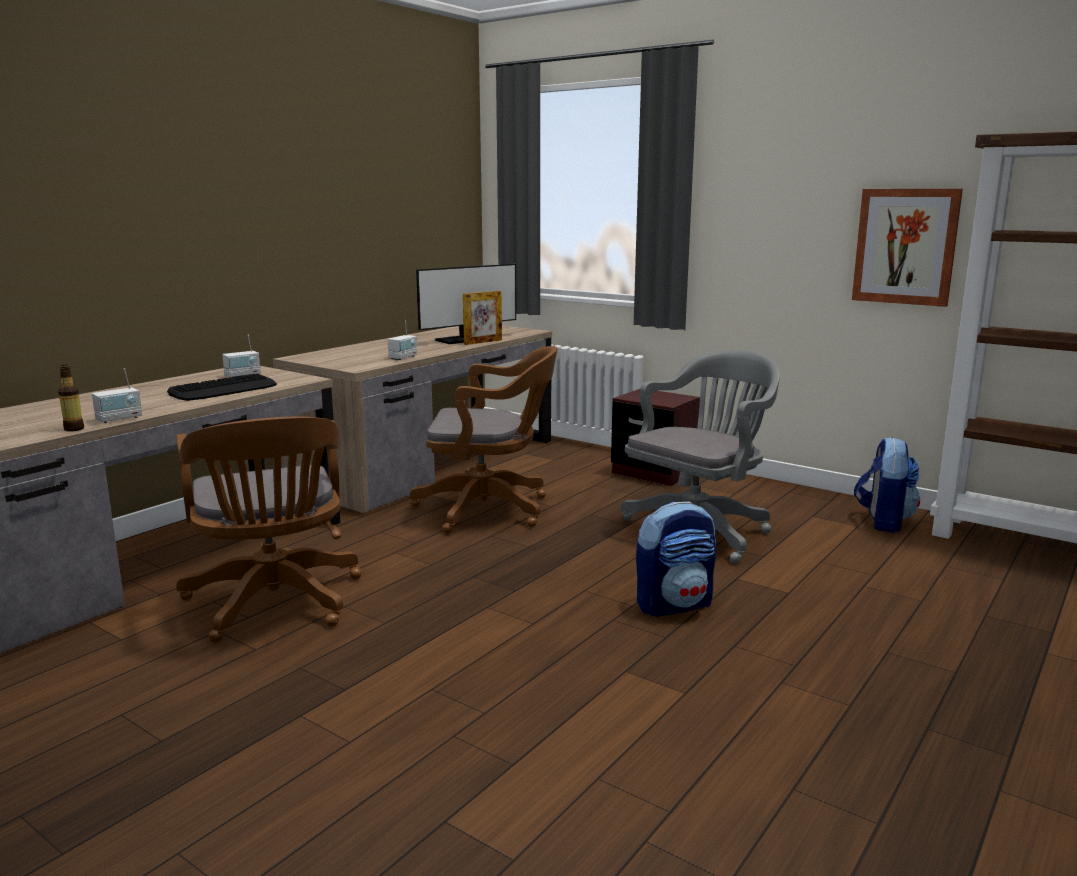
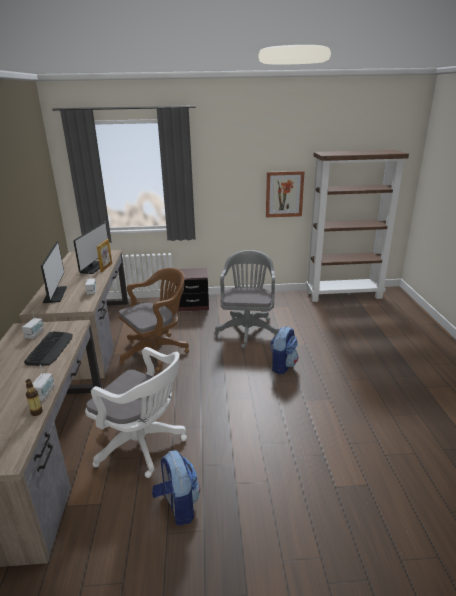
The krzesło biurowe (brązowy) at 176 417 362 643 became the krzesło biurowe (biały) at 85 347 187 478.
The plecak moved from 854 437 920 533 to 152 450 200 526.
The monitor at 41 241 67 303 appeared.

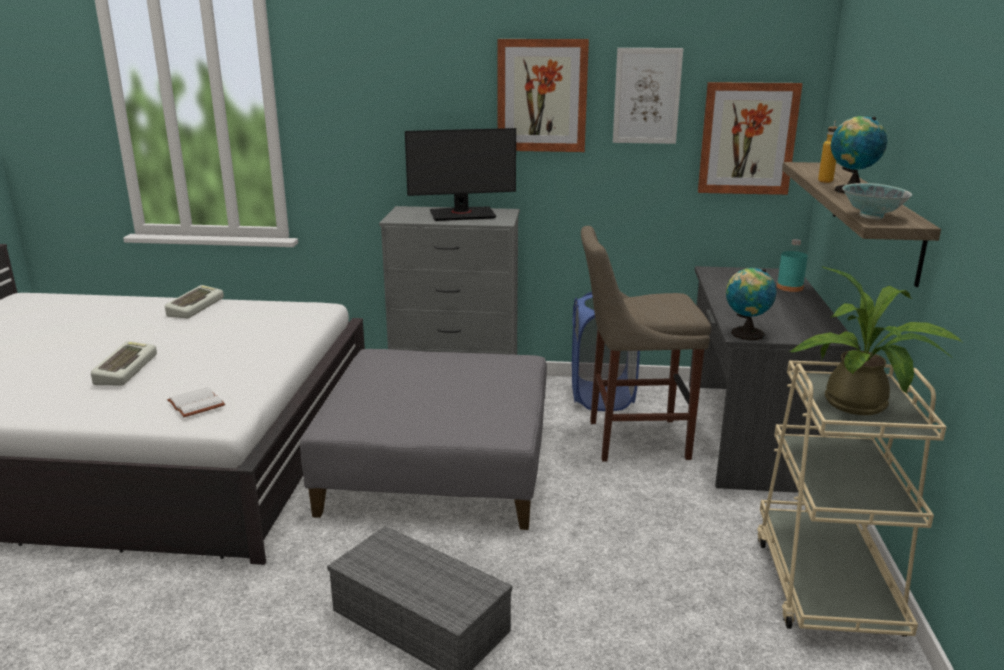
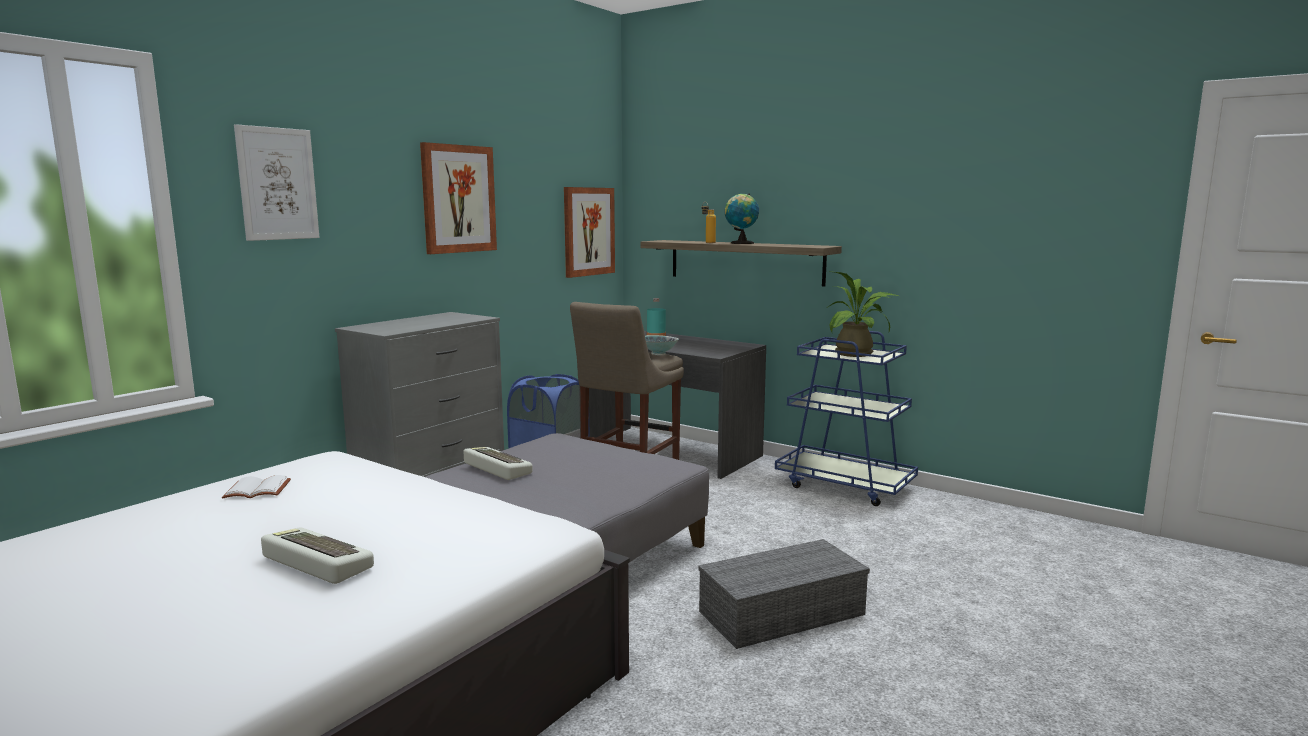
The obraz moved from 613 48 683 144 to 234 124 320 241.
The monitor at 405 128 516 221 disappeared.
The miska moved from 842 183 912 219 to 645 335 679 356.
The globus at 726 268 777 340 disappeared.
The klawiatura moved from 165 285 224 318 to 463 447 533 480.
The wózek (beżowy) at 757 361 946 637 became the wózek (niebieski) at 775 331 918 506.
The książka (biały) moved from 167 387 225 417 to 222 475 291 498.

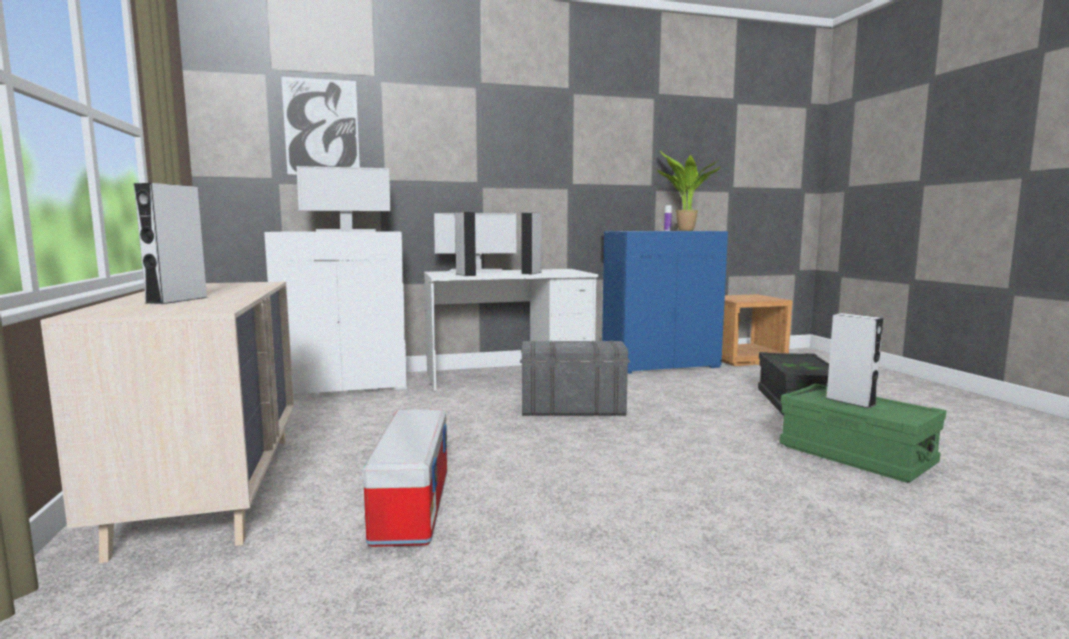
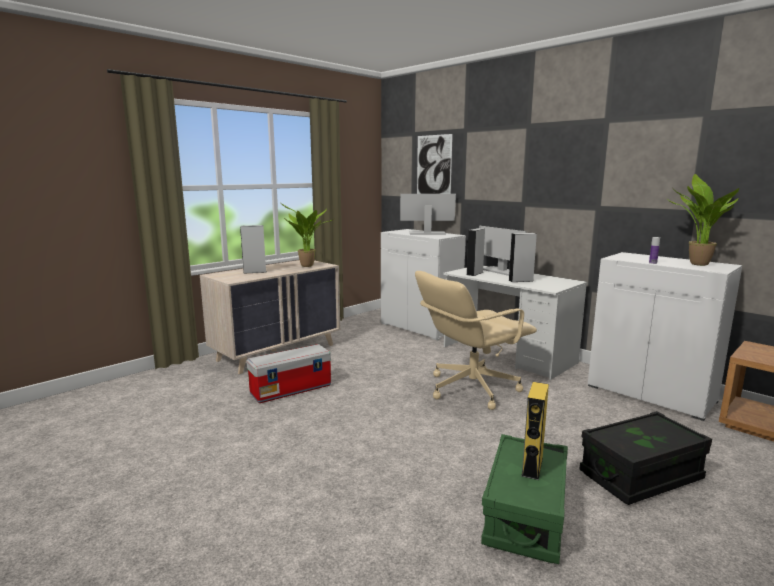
The monitor at 296 166 391 232 turned 135 degrees clockwise.
The szafka (niebieski) at 602 231 728 374 became the szafka (biały) at 588 252 742 421.
The głośnik (szary) at 826 313 883 408 became the głośnik (żółty) at 521 382 549 480.
The pojemnik do przechowywania (szary) at 520 341 630 416 was replaced by the krzesło biurowe (beżowy) at 415 271 537 410.
The roślina doniczkowa at 279 201 335 267 appeared.

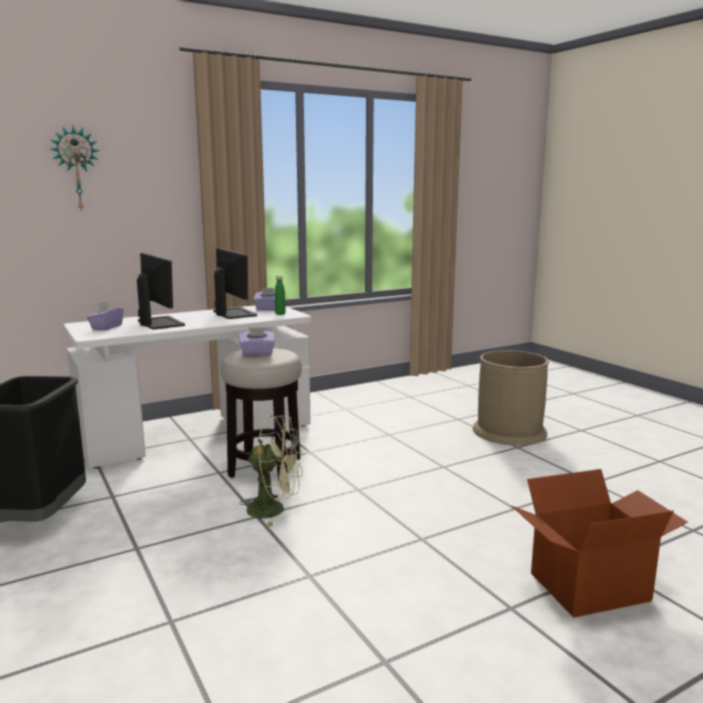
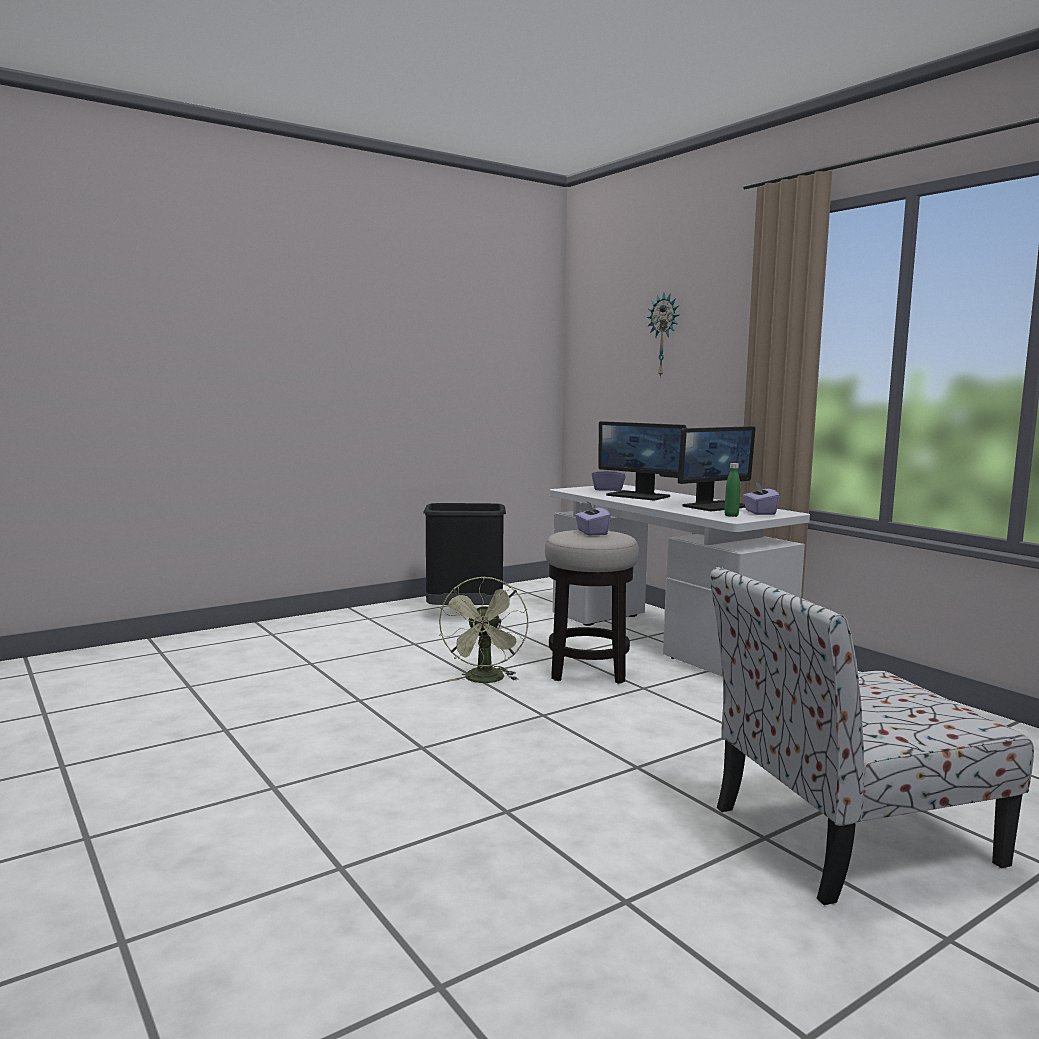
The monitor at 137 253 185 330 turned 75 degrees clockwise.
The kosz na śmieci (brązowy) at 473 350 549 446 was replaced by the krzesło at 710 567 1034 905.
The karton at 511 469 688 618 disappeared.

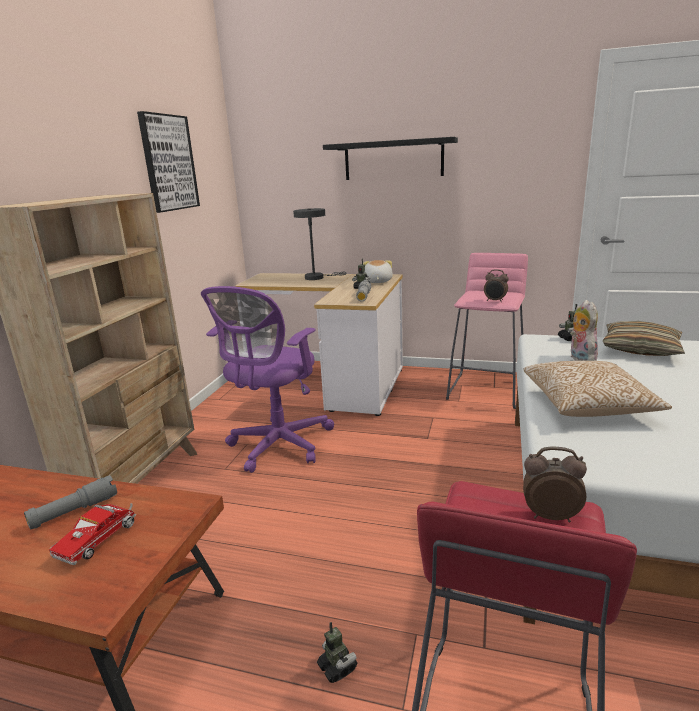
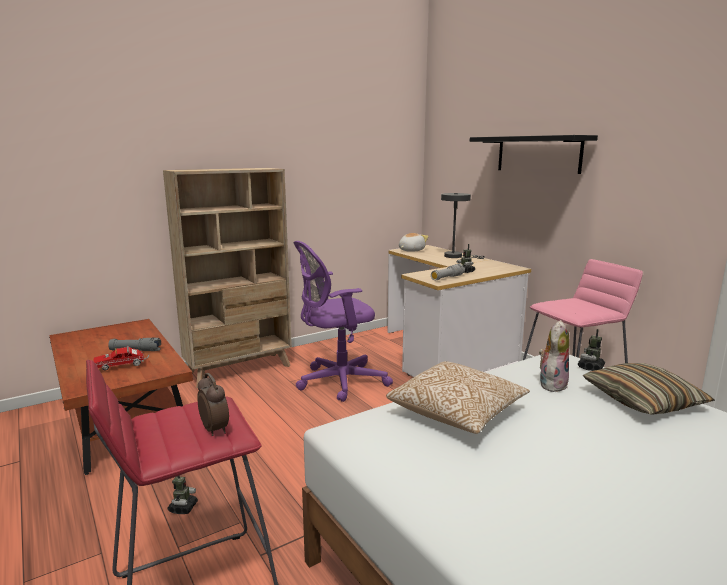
The obraz at 137 111 200 213 disappeared.
The pluszak moved from 363 260 393 283 to 399 233 428 252.
The budzik at 484 269 509 302 disappeared.

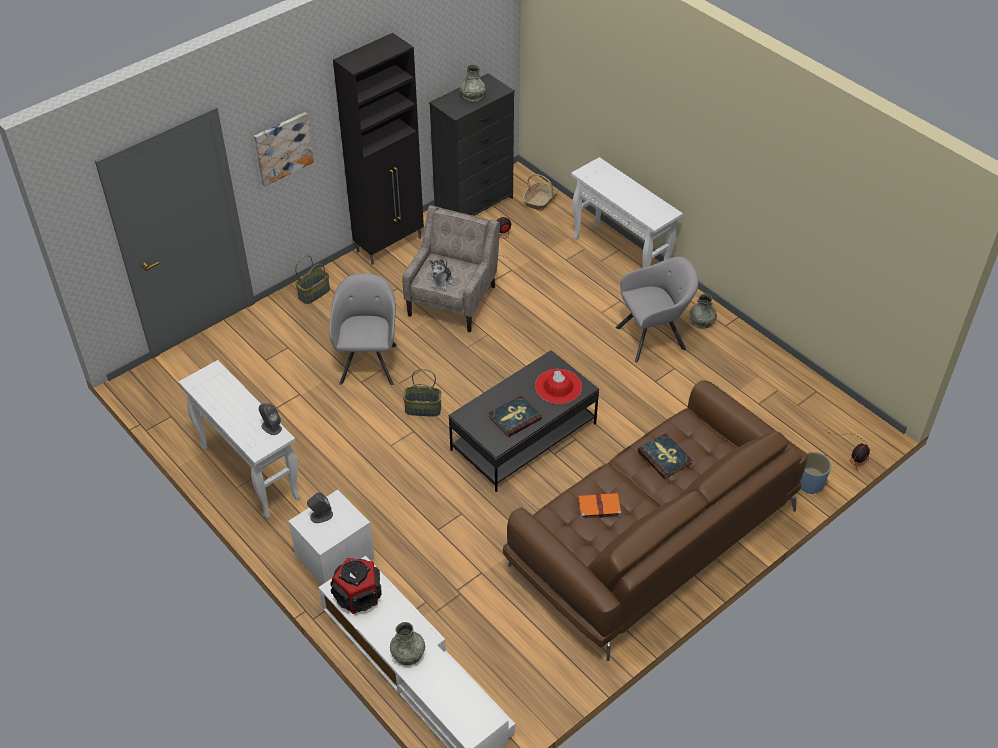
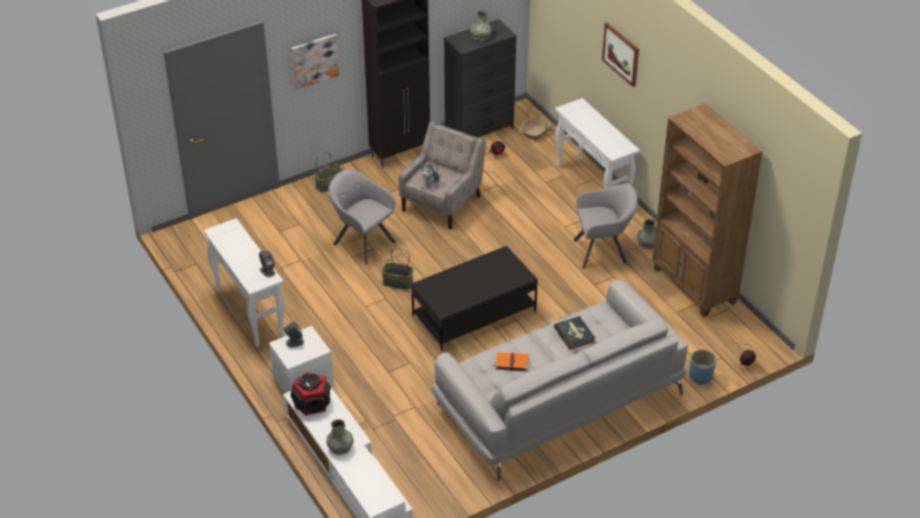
The fotel (szary) at 329 273 397 385 turned 60 degrees counterclockwise.
The kapelusz (czerwony) at 535 369 582 404 disappeared.
The kanapa (brązowy) at 503 380 808 661 became the kanapa (szary) at 432 280 688 481.
The książka at 489 395 542 438 disappeared.
The obraz at 602 23 639 87 appeared.
The regał (brązowy) at 652 103 763 318 appeared.

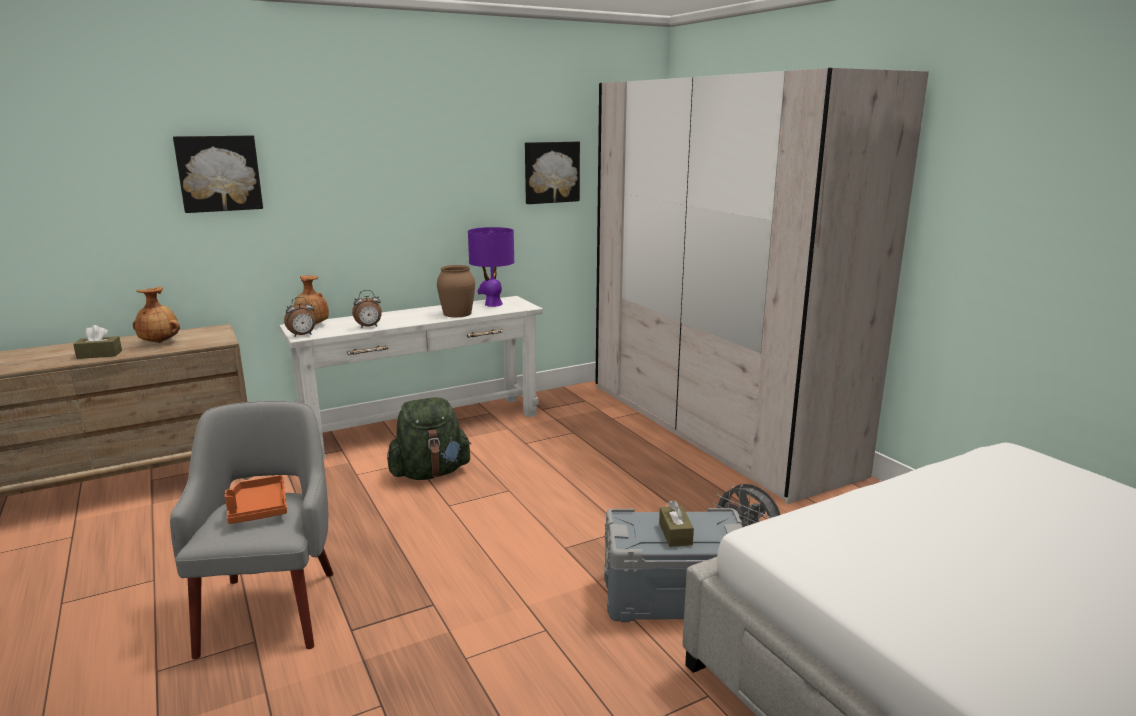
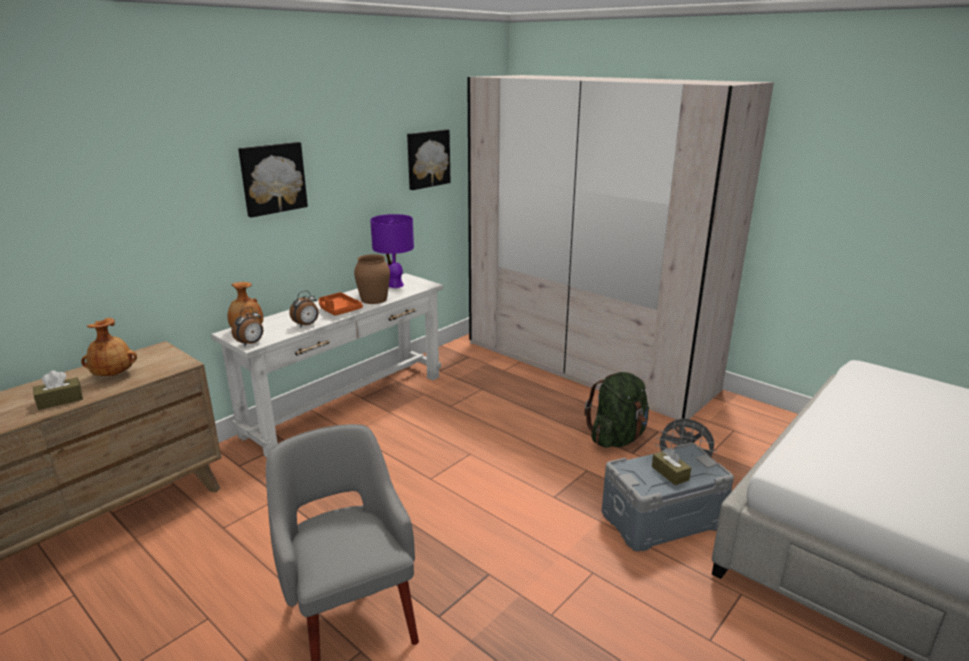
The obraz moved from 173 135 263 213 to 238 142 308 218.
The plecak (zielony) moved from 387 397 472 480 to 584 372 649 448.
The taca (pomarańczowy) moved from 225 475 287 524 to 319 292 363 316.

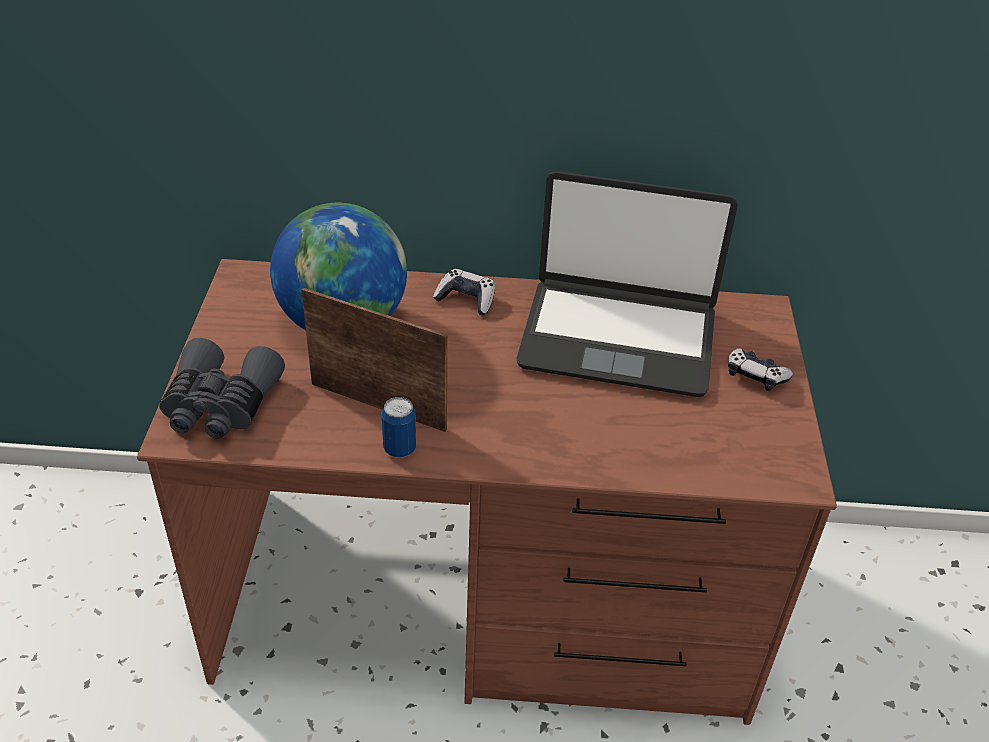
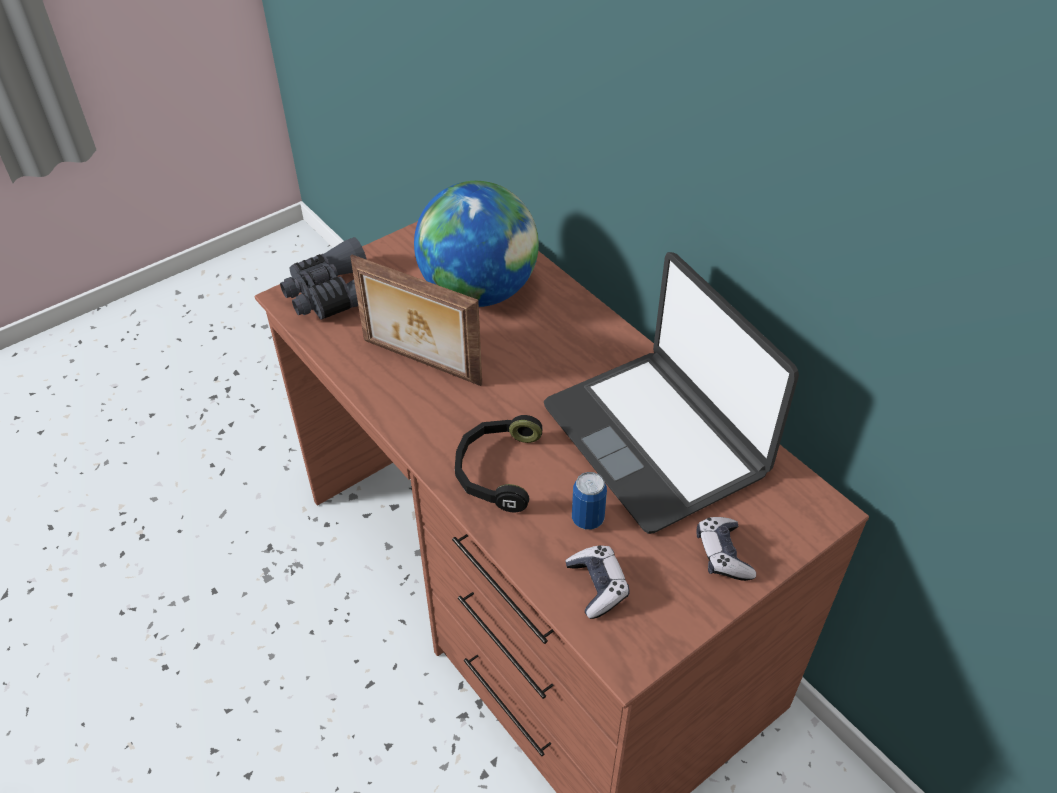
The pad do gier moved from 433 269 495 315 to 565 546 630 619.
The ramka na zdjęcie at 302 288 448 432 turned 135 degrees clockwise.
The puszka moved from 382 397 416 458 to 572 472 607 530.
The słuchawki (czarny) at 455 415 542 512 appeared.

